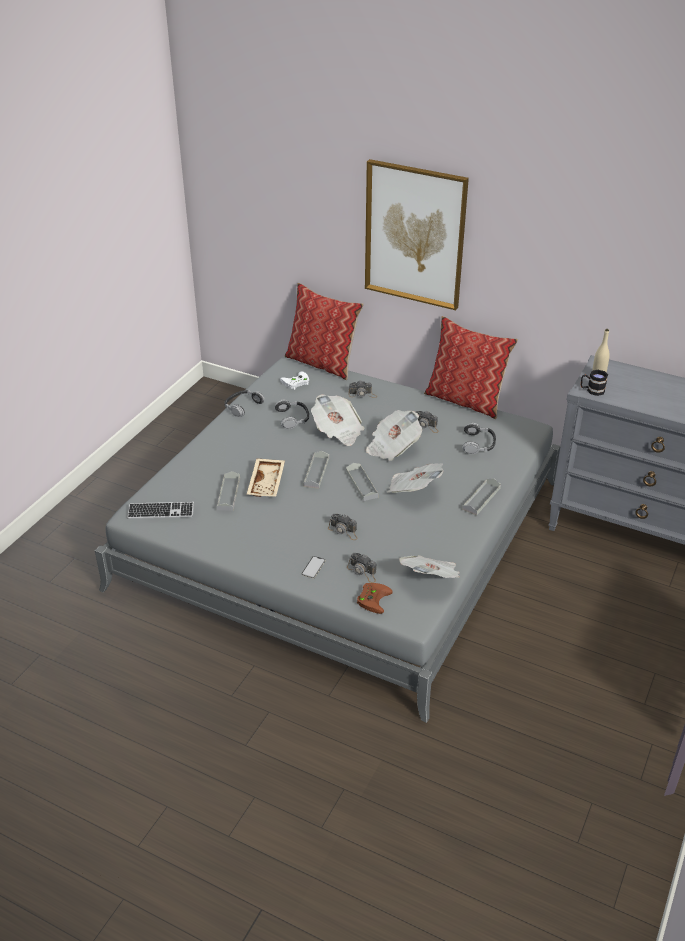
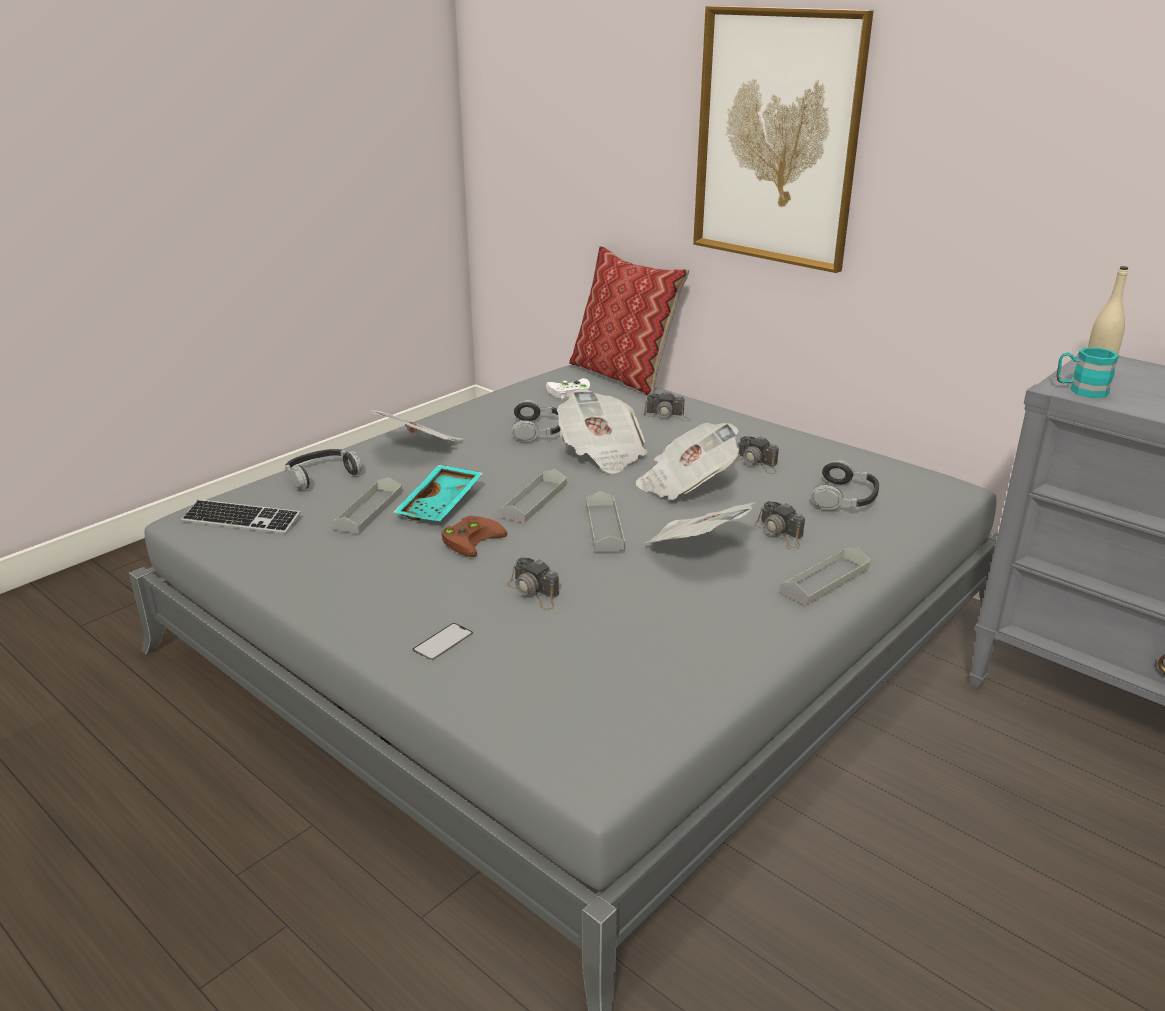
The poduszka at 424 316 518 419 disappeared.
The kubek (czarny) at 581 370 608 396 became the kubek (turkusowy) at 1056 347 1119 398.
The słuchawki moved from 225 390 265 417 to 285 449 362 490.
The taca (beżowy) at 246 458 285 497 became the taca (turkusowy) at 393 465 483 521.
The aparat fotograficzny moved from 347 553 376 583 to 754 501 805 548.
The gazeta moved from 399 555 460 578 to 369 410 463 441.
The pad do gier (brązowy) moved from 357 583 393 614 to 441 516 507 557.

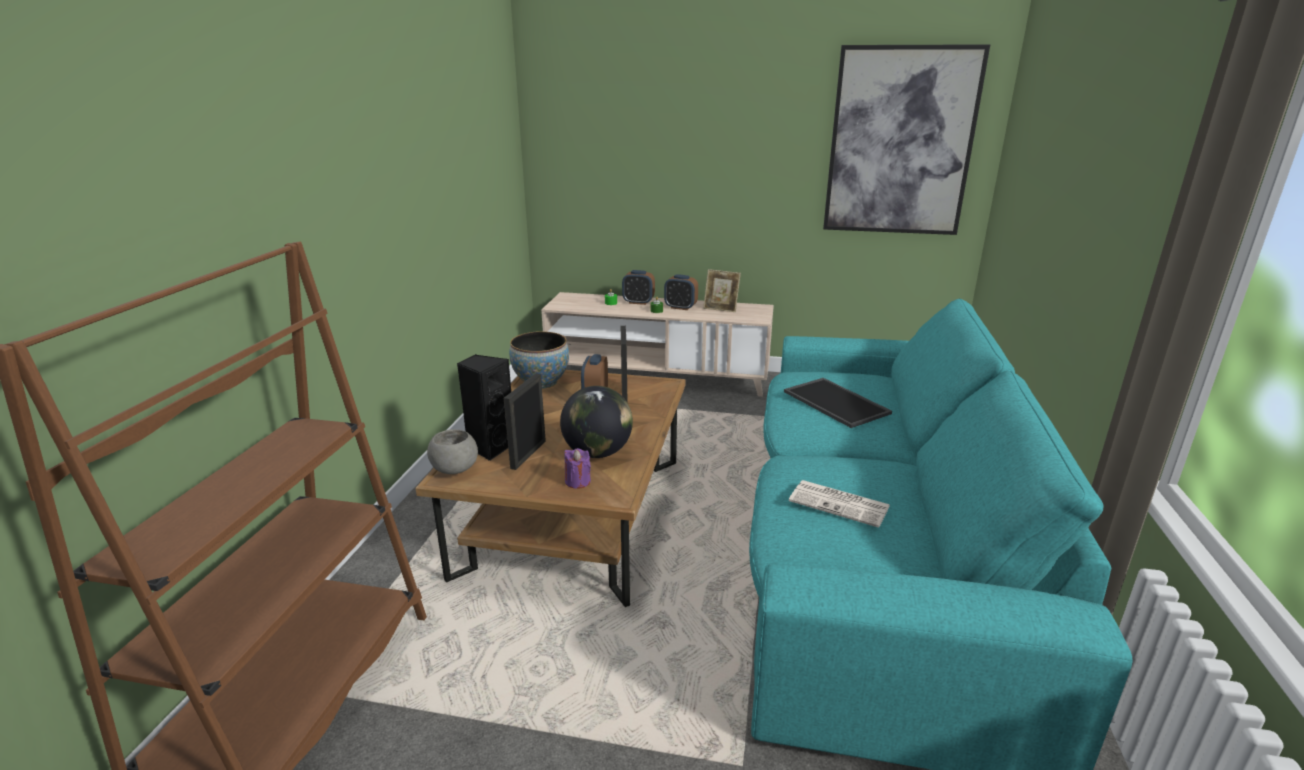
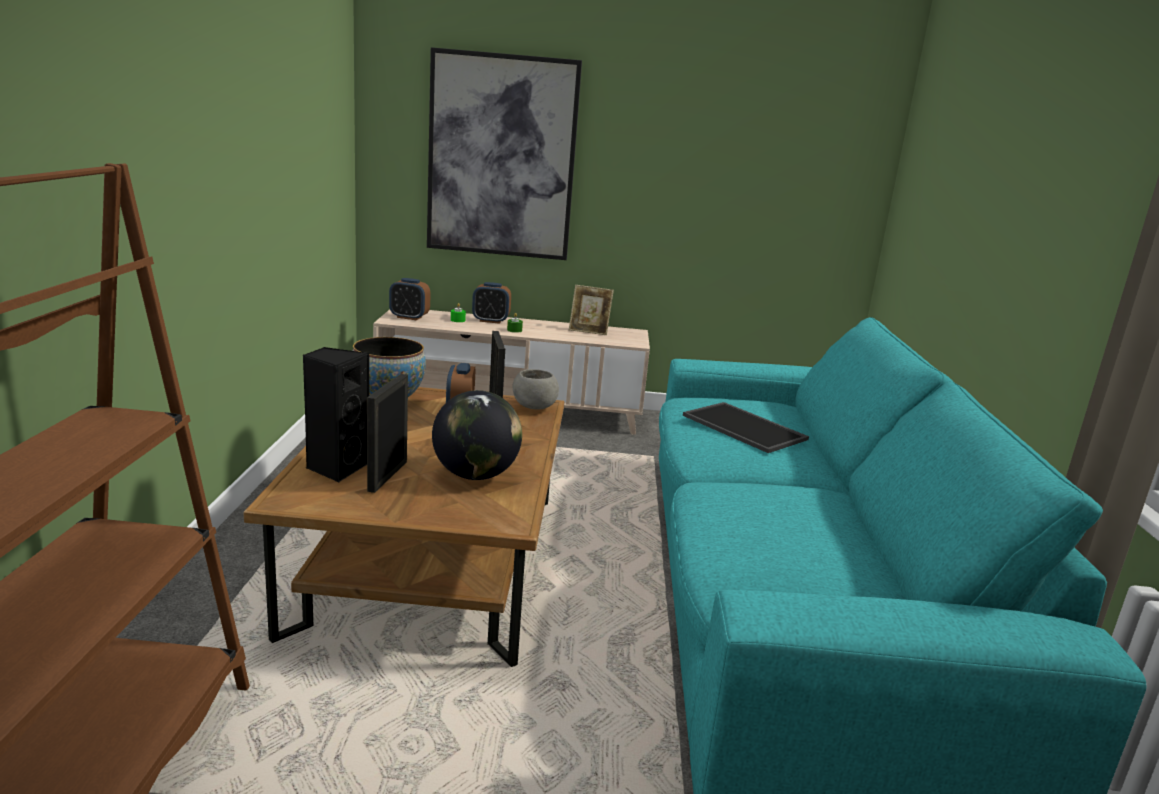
The obraz moved from 823 44 990 235 to 427 47 582 260.
The budzik moved from 664 274 698 310 to 389 278 431 320.
The miska (szary) moved from 427 429 478 474 to 513 369 559 410.
The świeca (fioletowy) at 565 448 591 489 disappeared.
The gazeta at 789 480 890 528 disappeared.

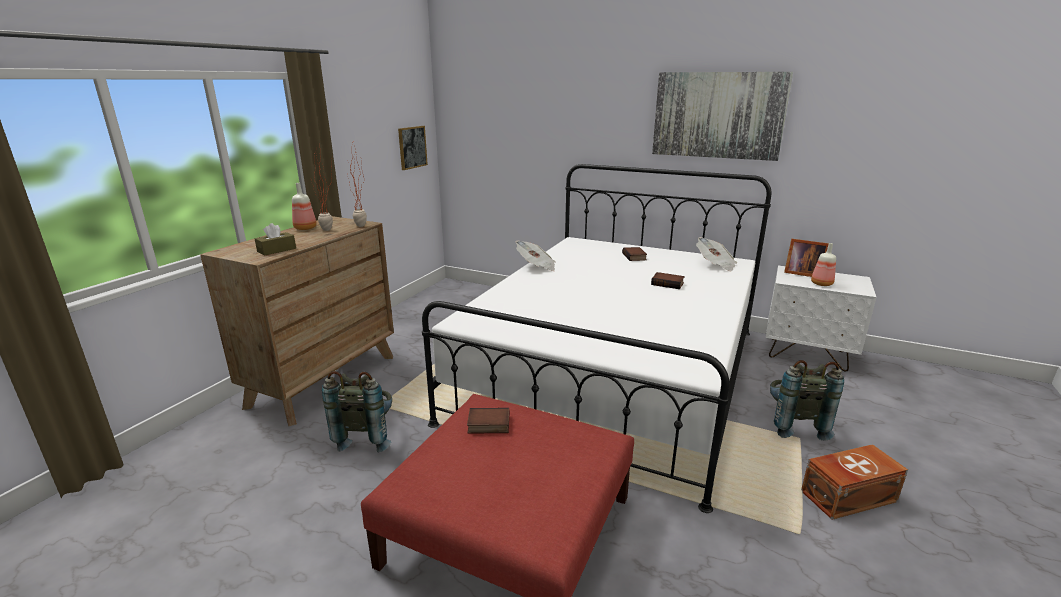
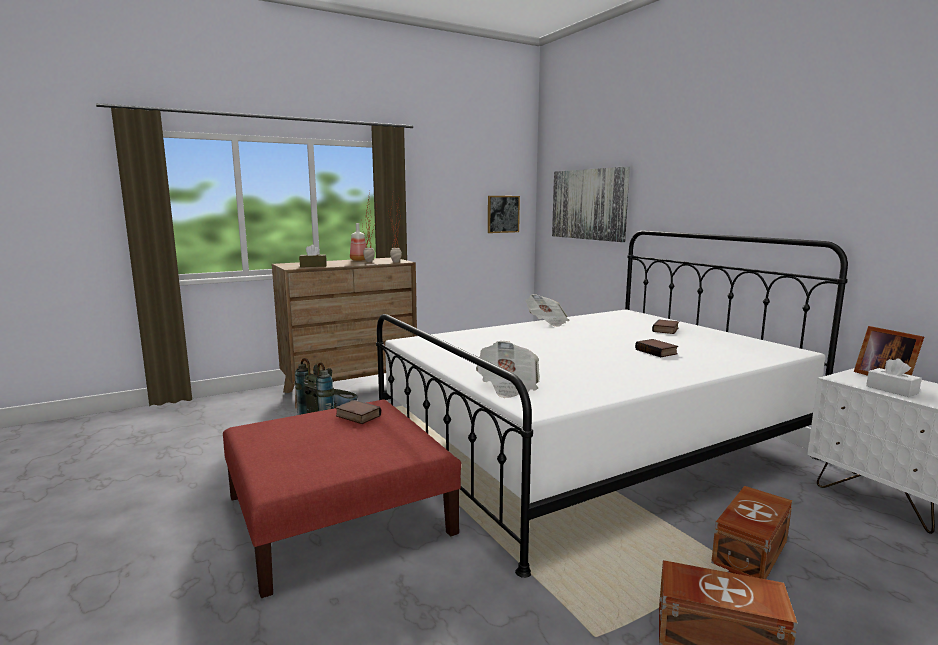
The obraz moved from 652 72 793 161 to 552 167 630 242.
The gazeta moved from 696 237 737 272 to 476 341 540 398.
The butelka at 811 243 836 286 was replaced by the pudełko chusteczek (biały) at 866 358 922 397.
The plecak (szary) at 770 360 844 441 was replaced by the pojemnik do przechowywania (brązowy) at 711 486 793 579.

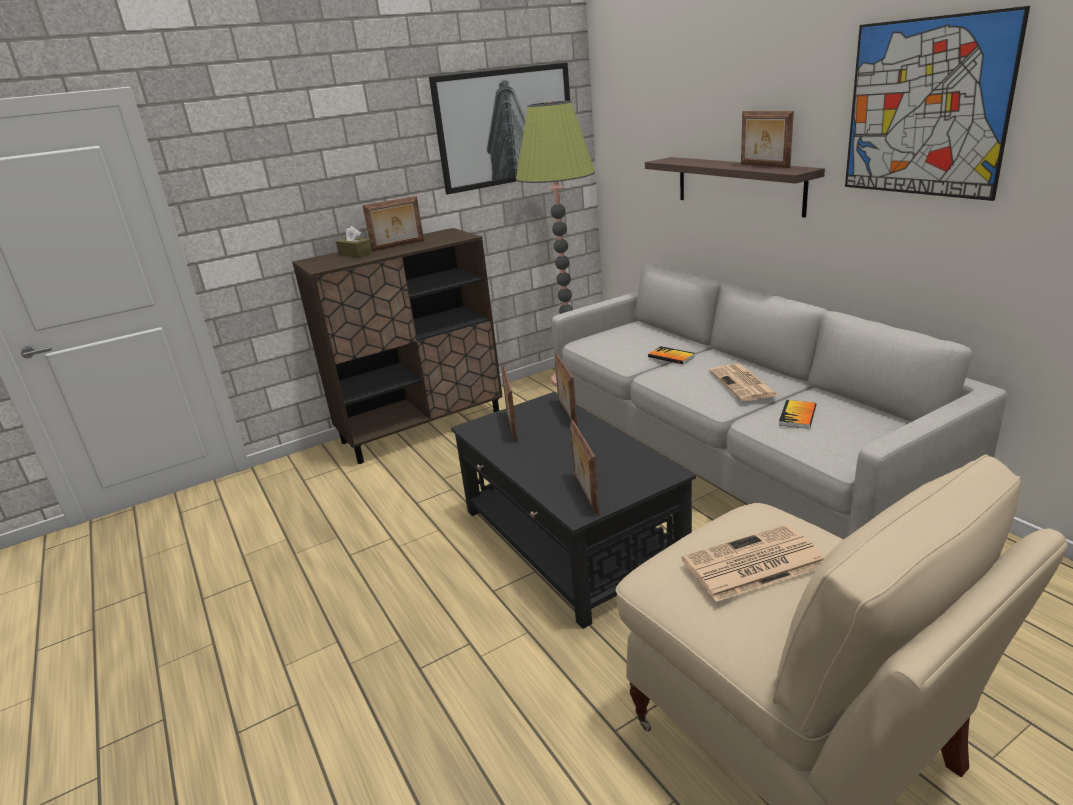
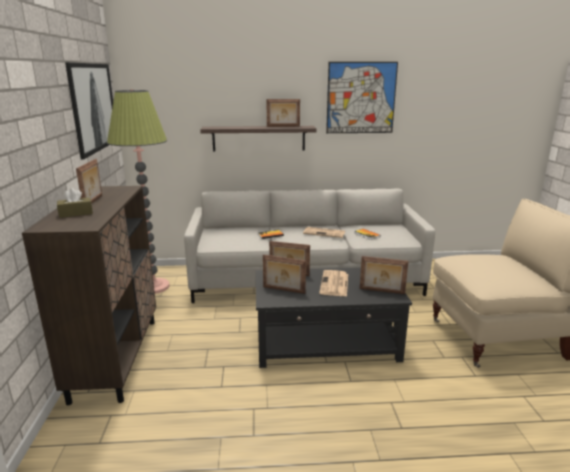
The gazeta moved from 682 525 825 602 to 319 270 348 297.

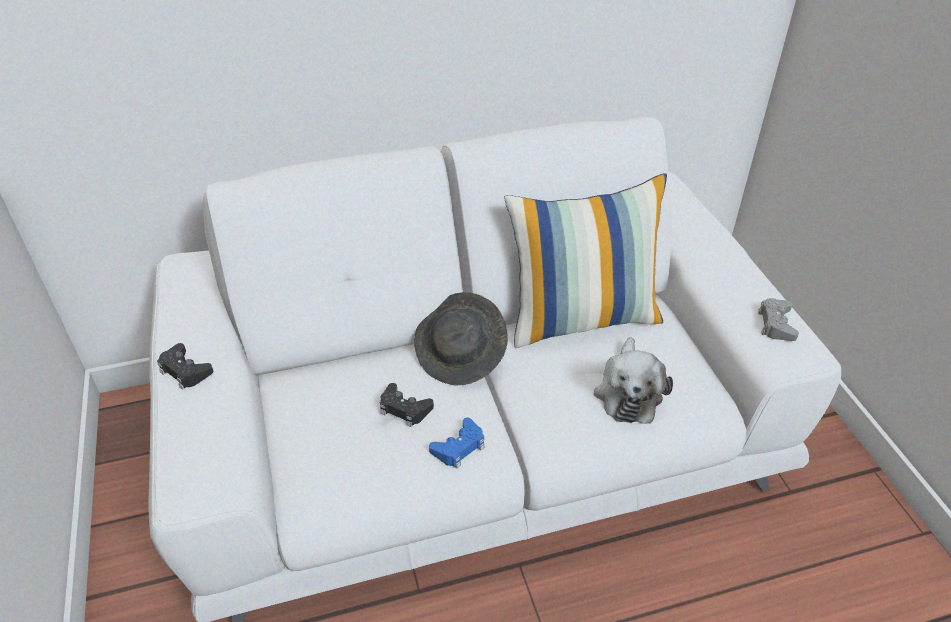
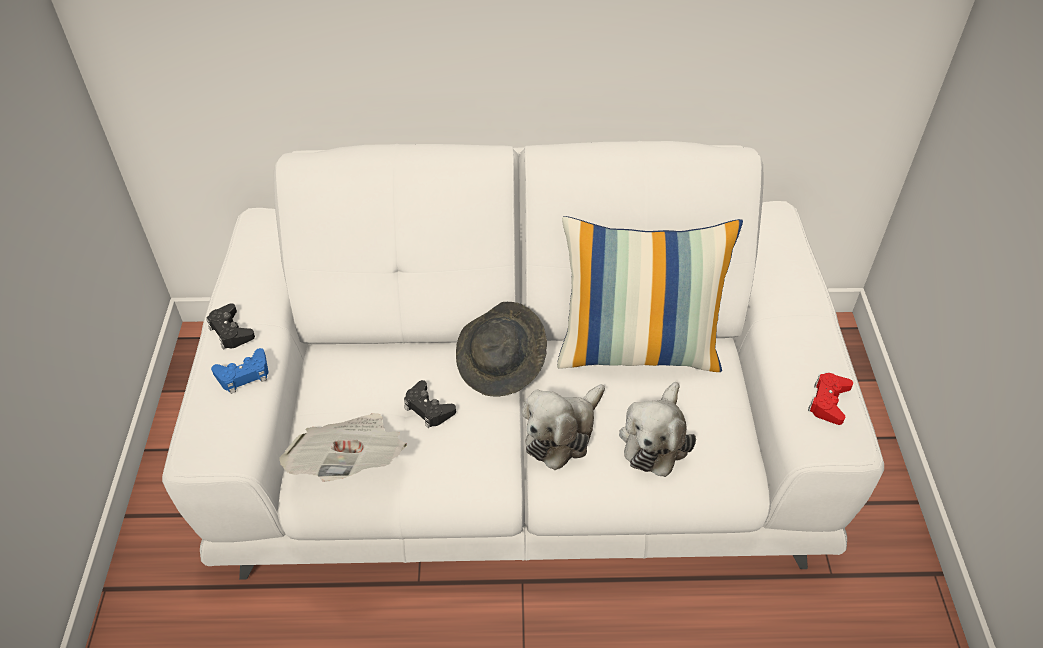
The pad do gier (szary) at 758 298 799 341 became the pad do gier (czerwony) at 808 373 853 425.
The pad do gier (niebieski) moved from 429 418 485 468 to 211 348 269 394.
The pluszak at 522 384 605 470 appeared.
The gazeta at 279 413 407 482 appeared.

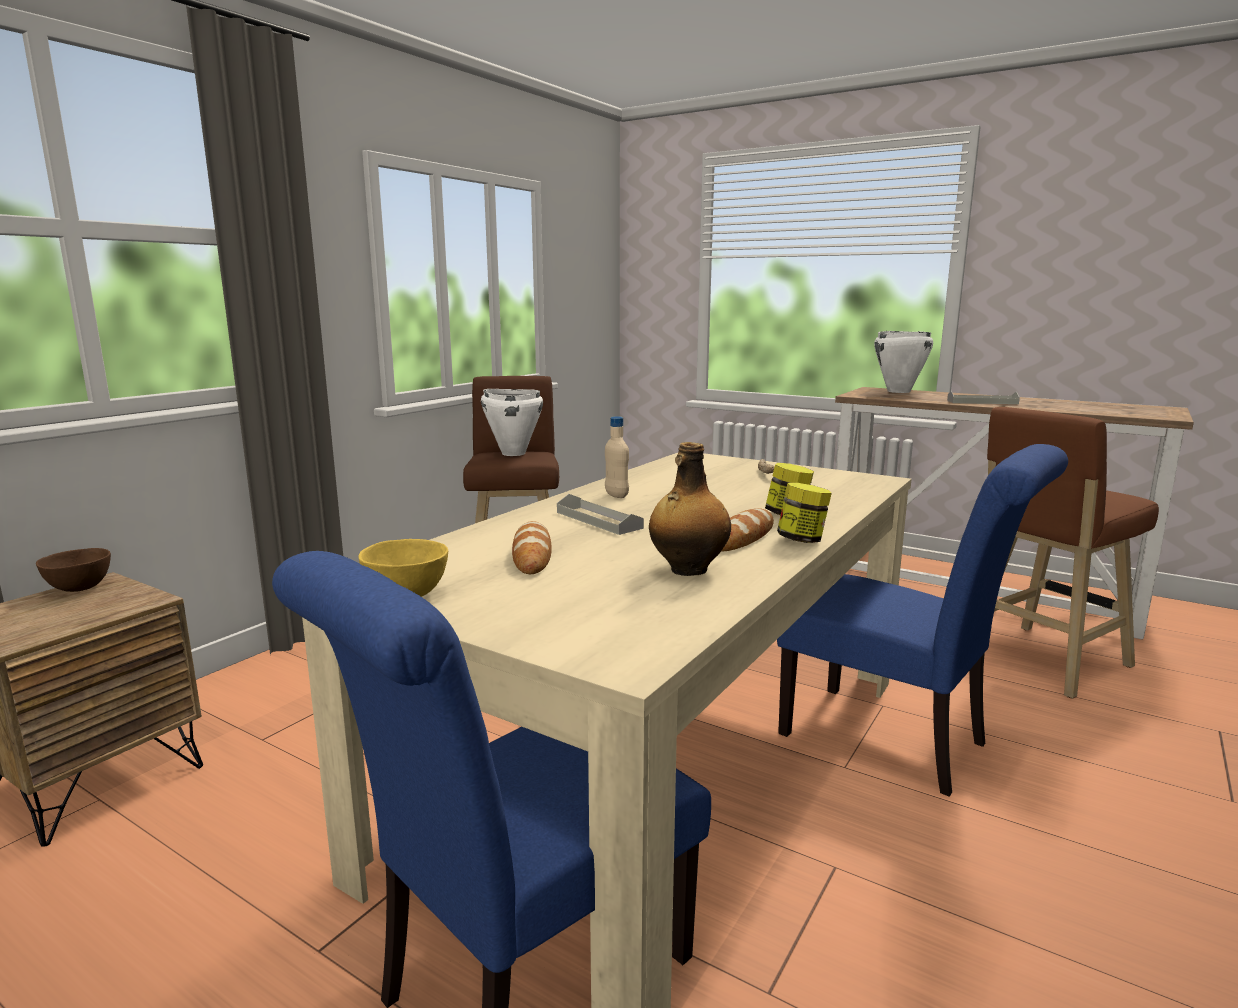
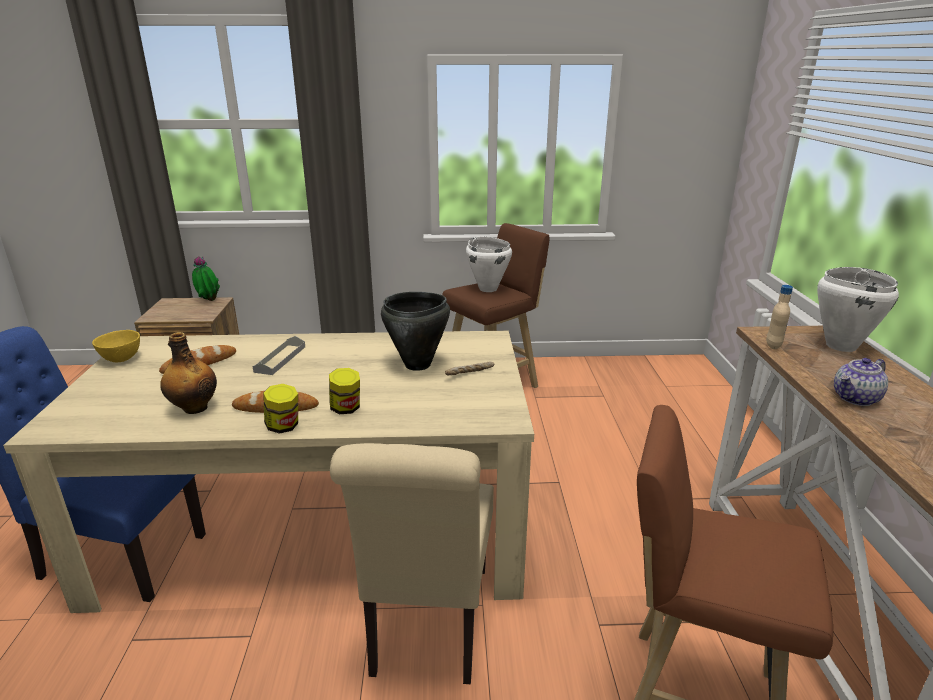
The taca (szary) at 947 391 1020 404 was replaced by the imbryk at 834 358 888 406.
The butelka (beżowy) moved from 605 416 629 498 to 766 285 793 349.
The krzesło (niebieski) at 777 444 1068 797 became the krzesło (beżowy) at 330 443 494 684.
The miska (brązowy) at 36 548 111 592 was replaced by the roślina doniczkowa at 192 256 220 301.
The garnek (czarny) at 381 292 450 371 appeared.

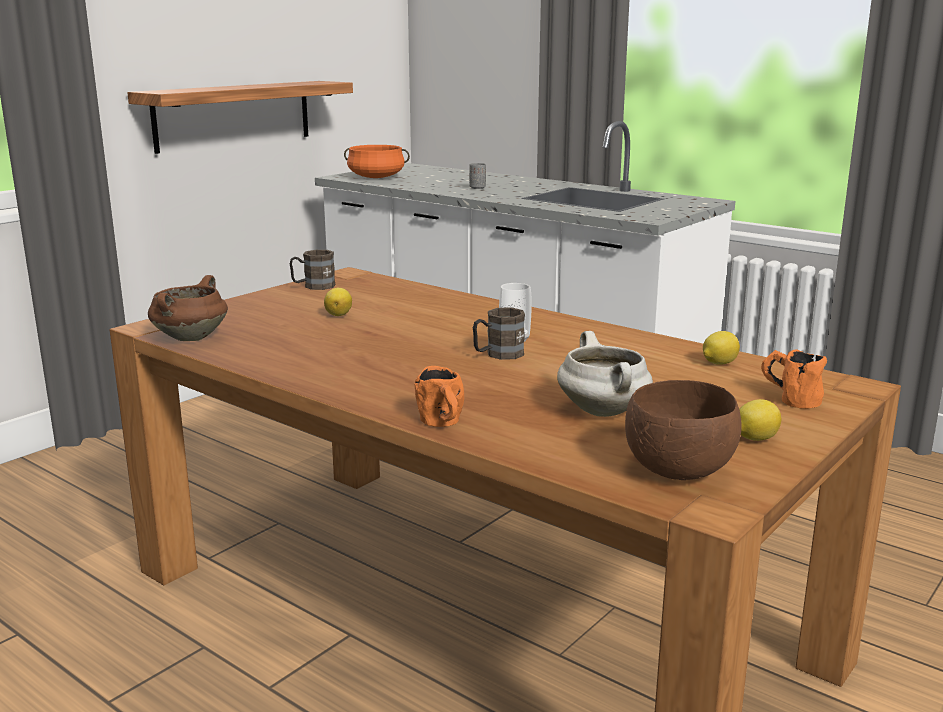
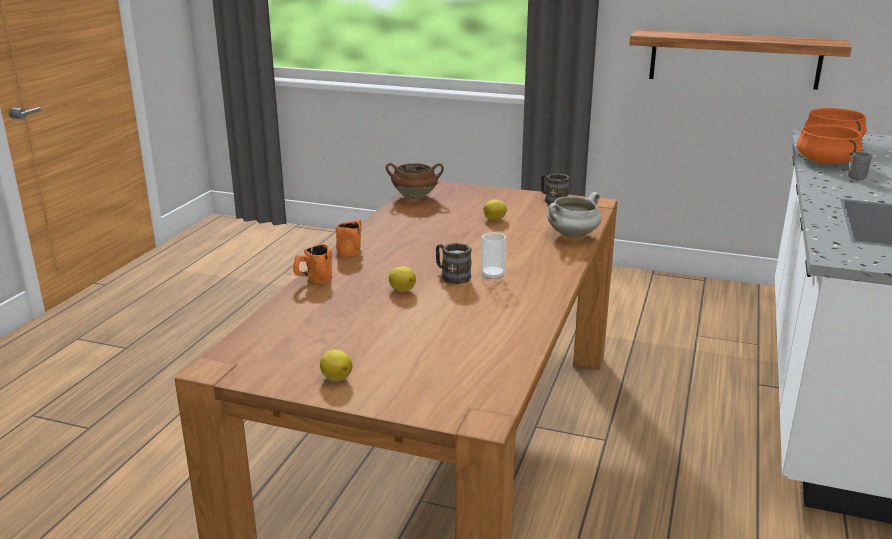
The garnek (biały) moved from 557 331 653 417 to 547 192 602 238.
The cytryna moved from 703 331 740 365 to 389 266 416 292.
The kubek (pomarańczowy) moved from 761 349 827 409 to 336 220 361 257.
The miska (brązowy) at 625 380 742 480 disappeared.
The garnek (pomarańczowy) at 797 124 863 164 appeared.

